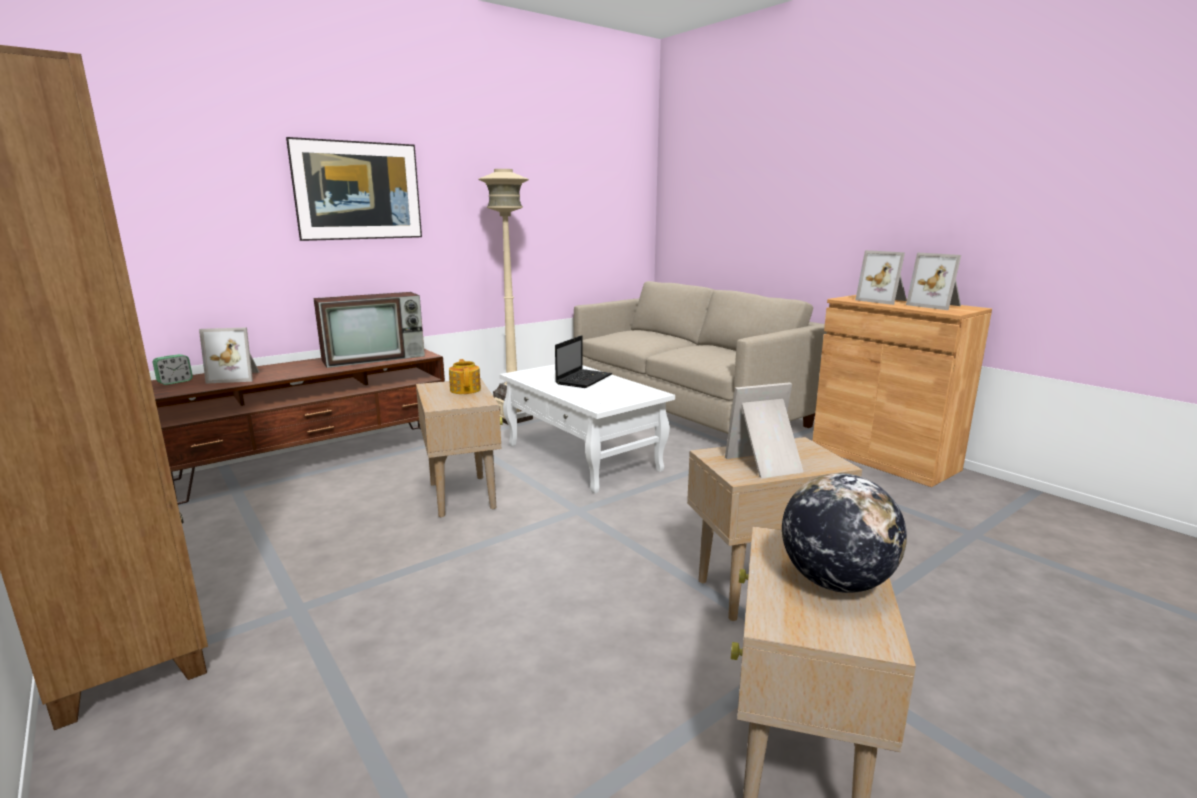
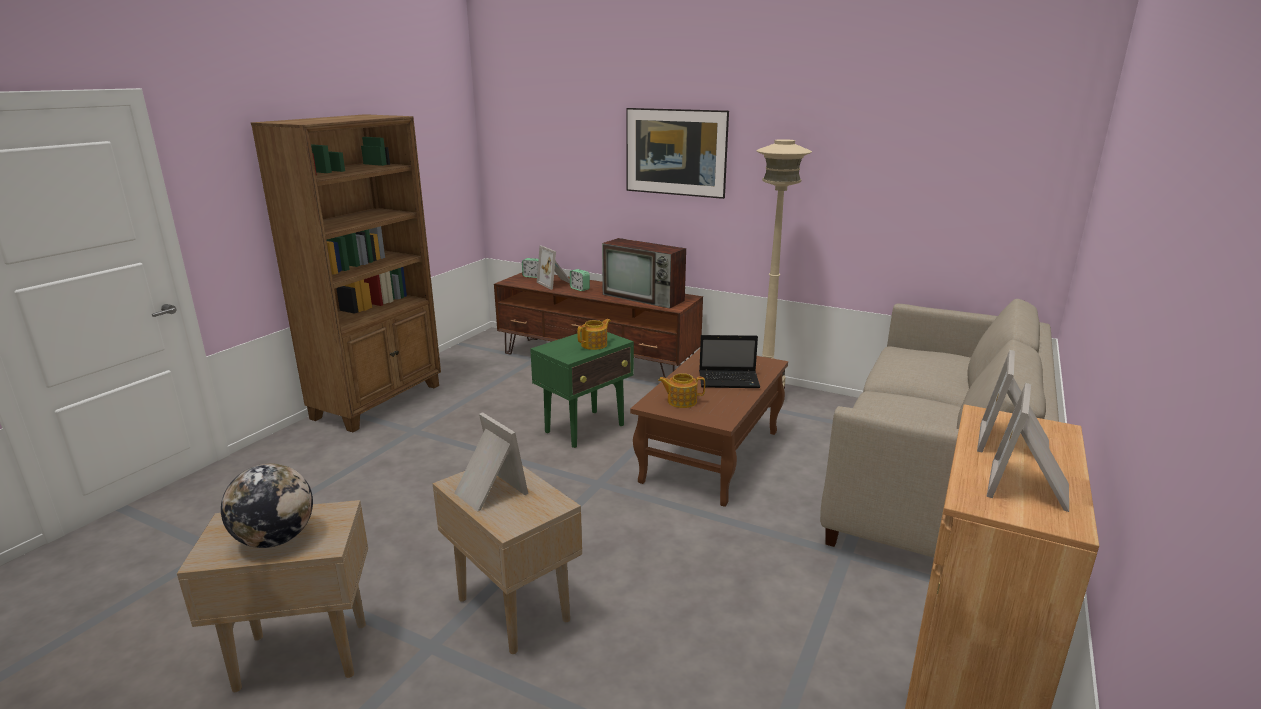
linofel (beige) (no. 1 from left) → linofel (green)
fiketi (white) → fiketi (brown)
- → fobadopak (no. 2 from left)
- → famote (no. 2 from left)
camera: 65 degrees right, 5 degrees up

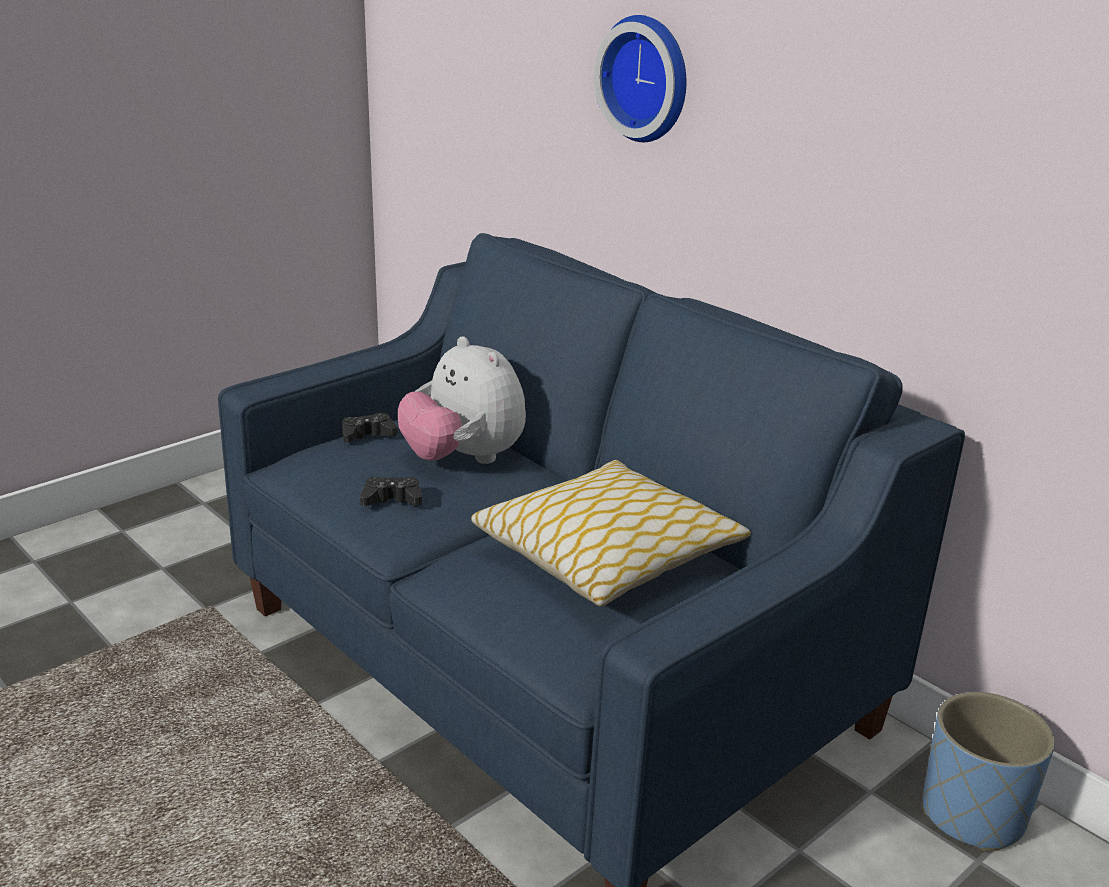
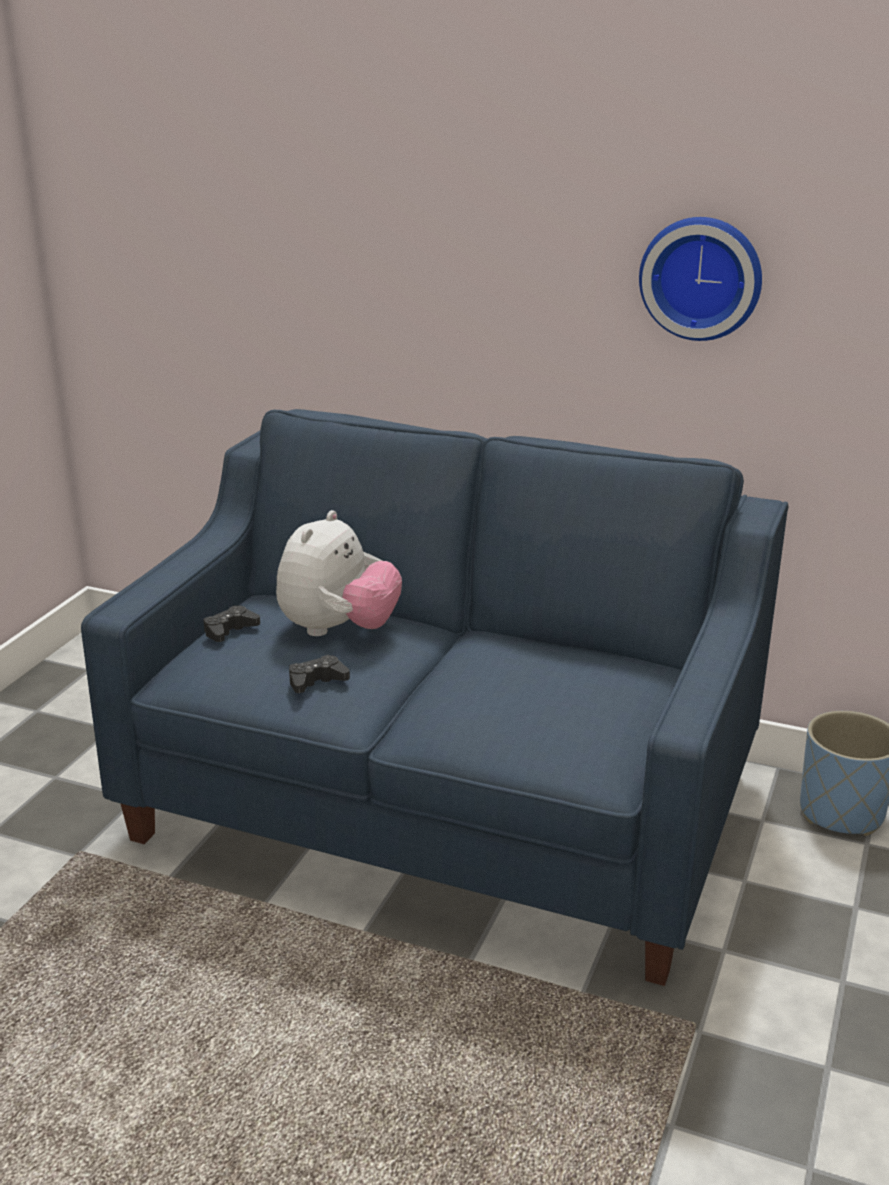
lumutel, 90 degrees counterclockwise
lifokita → -
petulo, shifted
camera: 25 degrees left, 0 degrees up

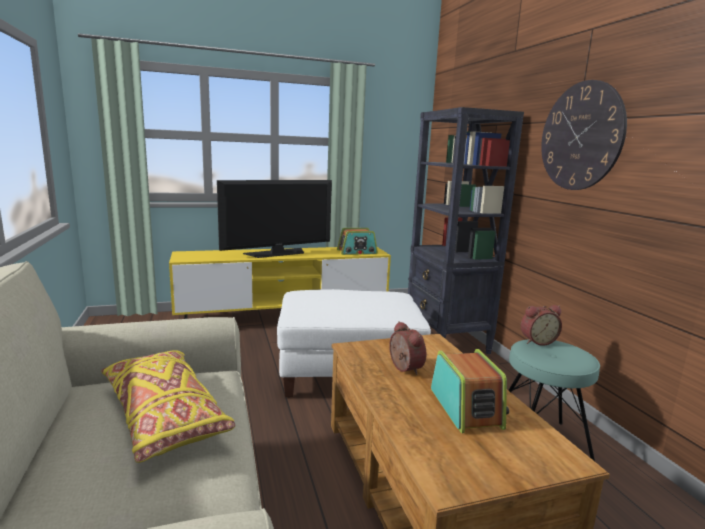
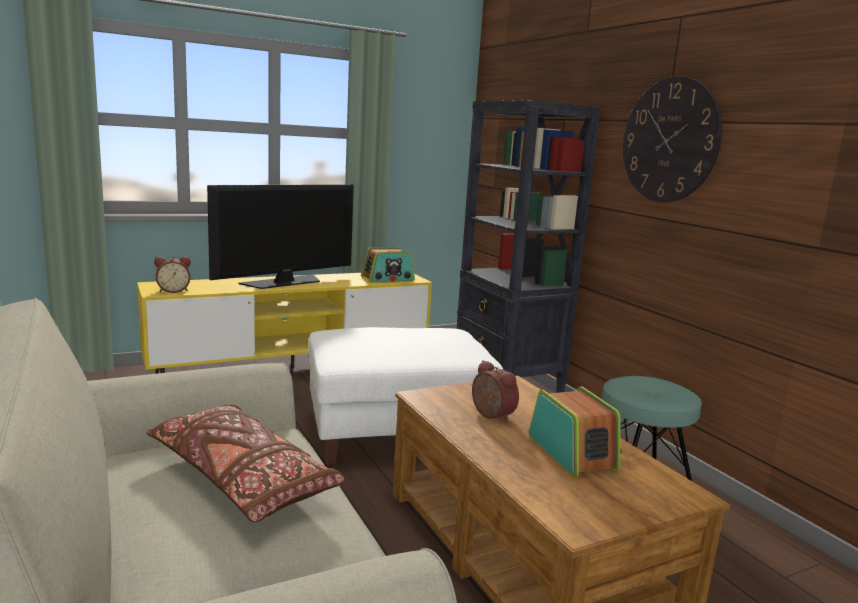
lifokita (yellow) → lifokita (brown)
fobadopak (no. 2 from left in the first image) → fobadopak (no. 1 from left), shifted
camera: 10 degrees left, 0 degrees up

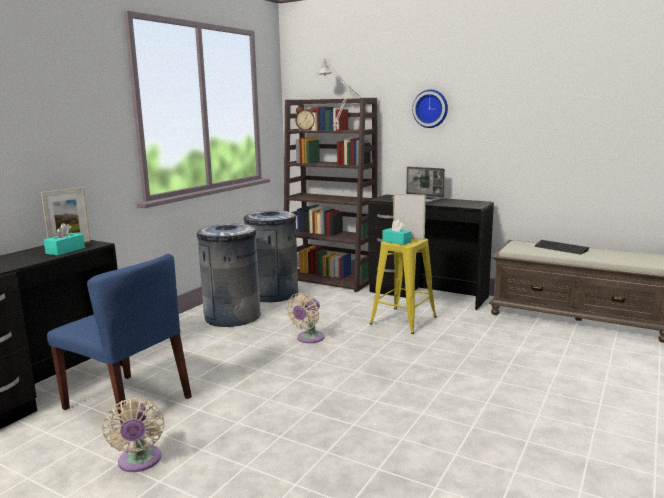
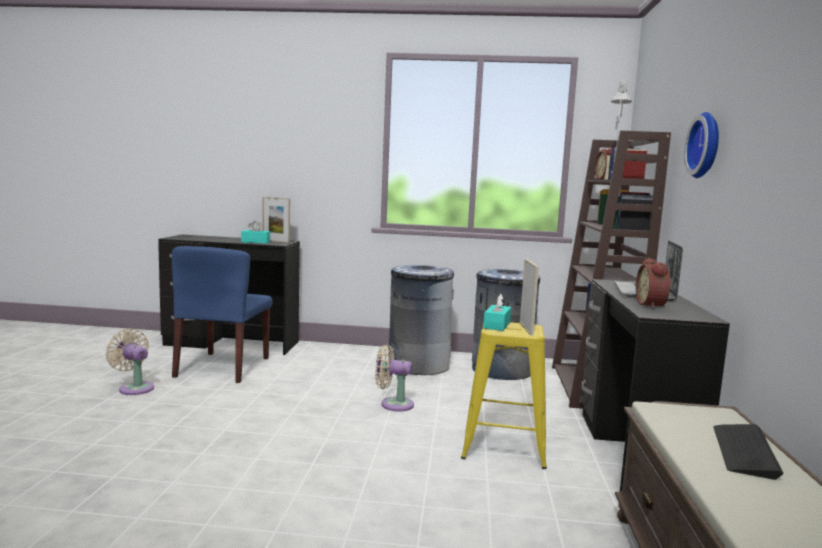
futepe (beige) (no. 1 from left), 75 degrees clockwise
- → fobadopak (no. 2 from left)
camera: 65 degrees right, 5 degrees down

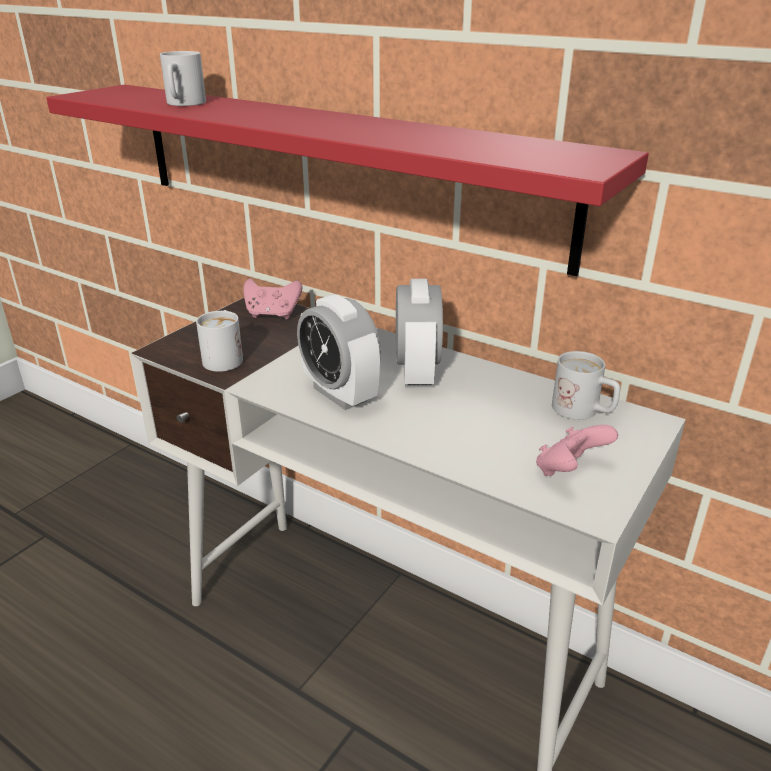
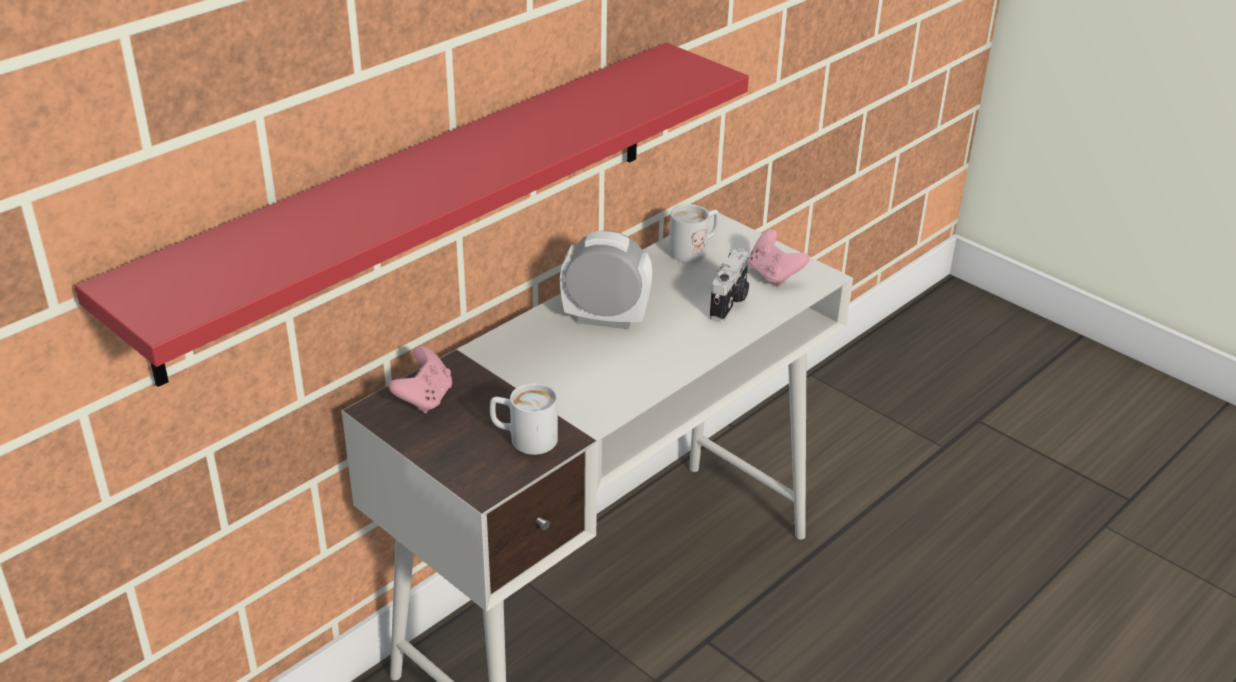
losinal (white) (no. 1 from left) → -
fobadopak (no. 1 from left) → -
- → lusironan
camera: 80 degrees left, 5 degrees up

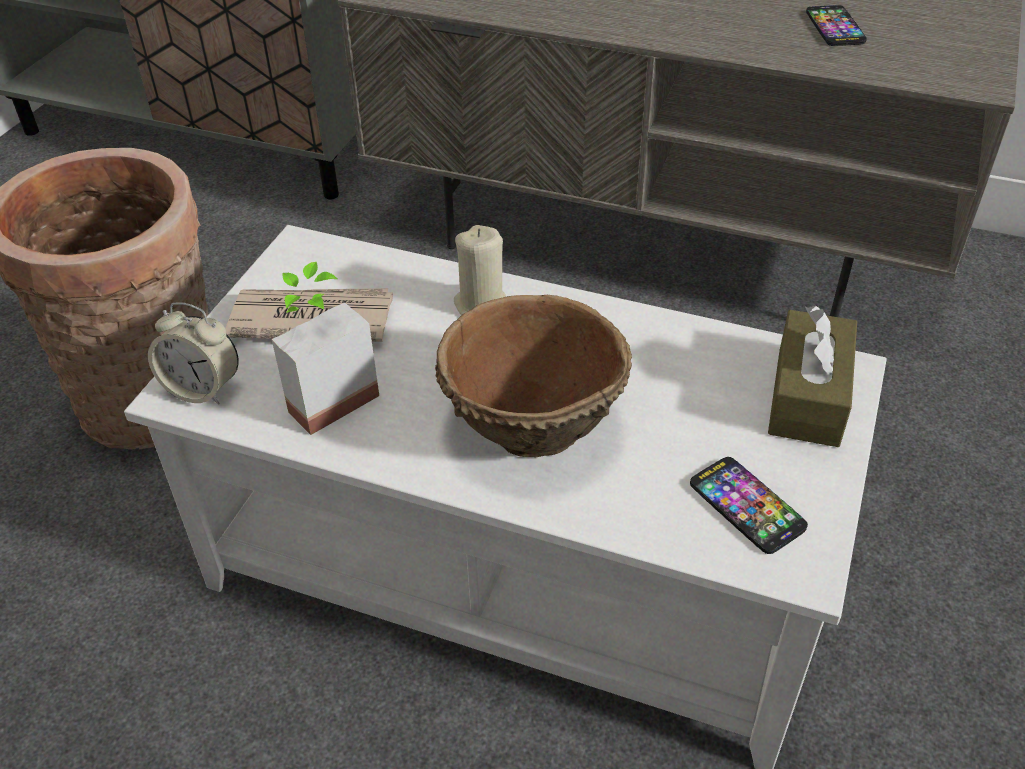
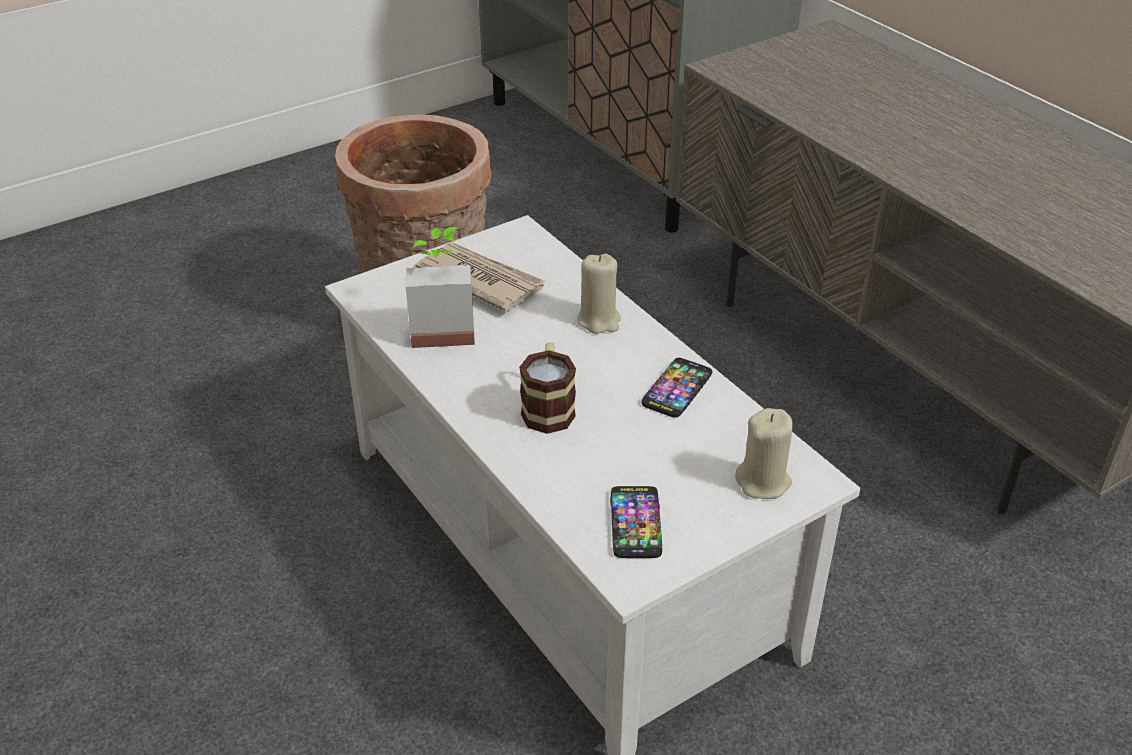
fobadopak → -
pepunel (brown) → losinal
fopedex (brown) → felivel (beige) (no. 2 from left)
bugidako (no. 2 from left), shifted
camera: 35 degrees right, 5 degrees down

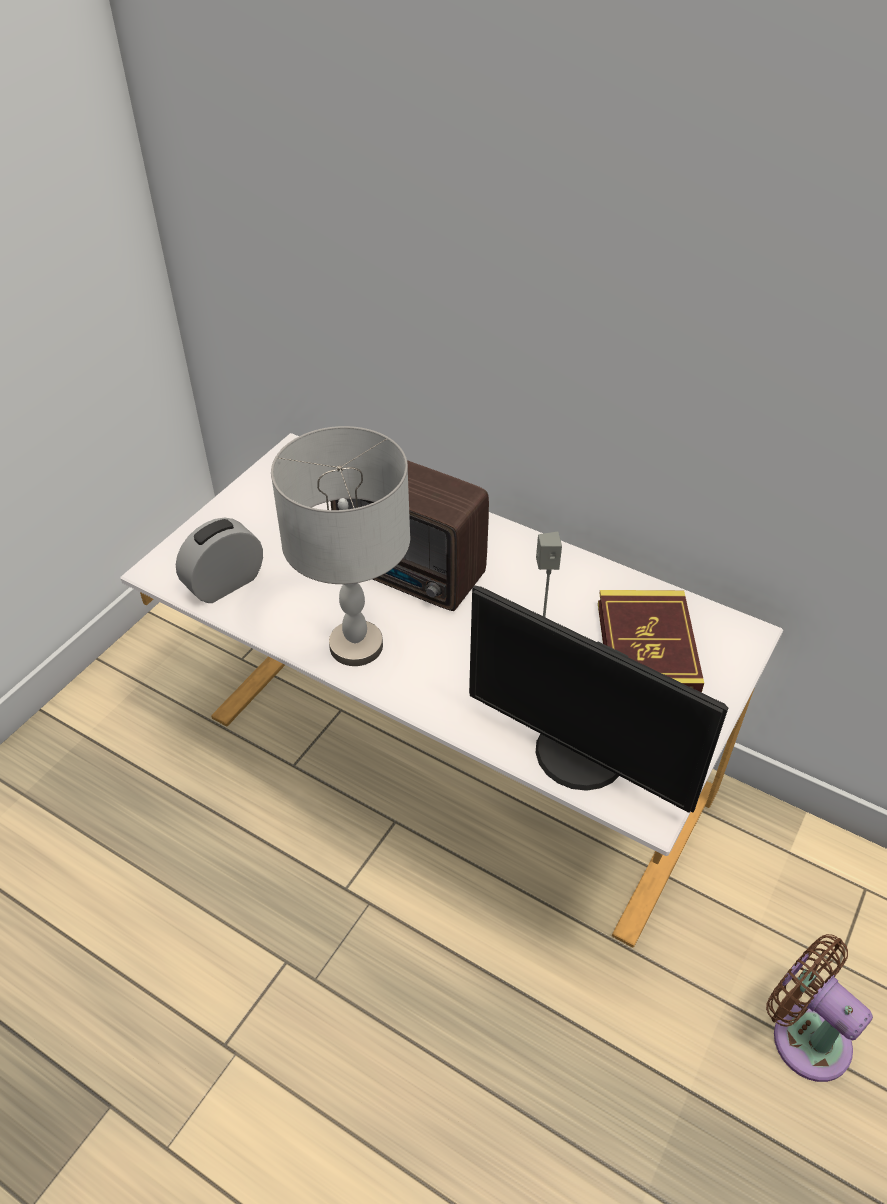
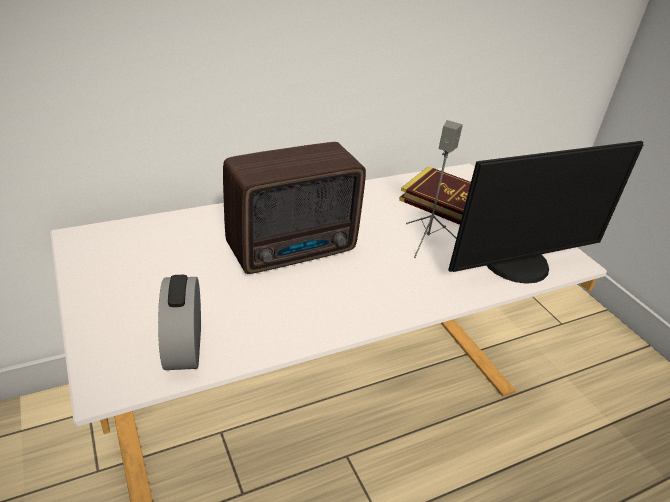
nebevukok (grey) → -
futepe (brown) → -
camera: 60 degrees left, 10 degrees down

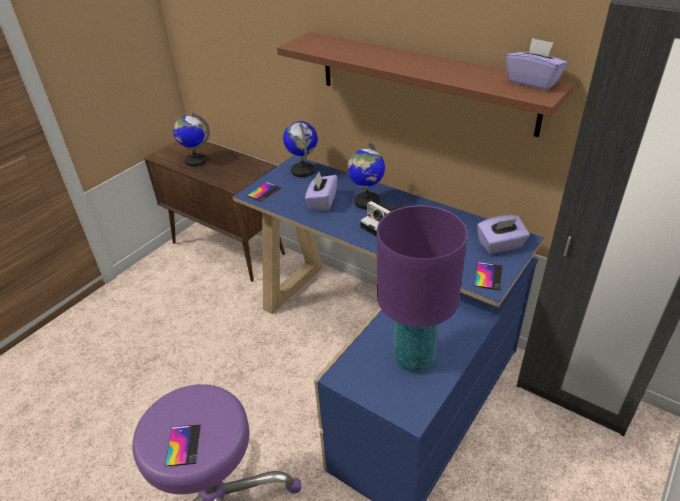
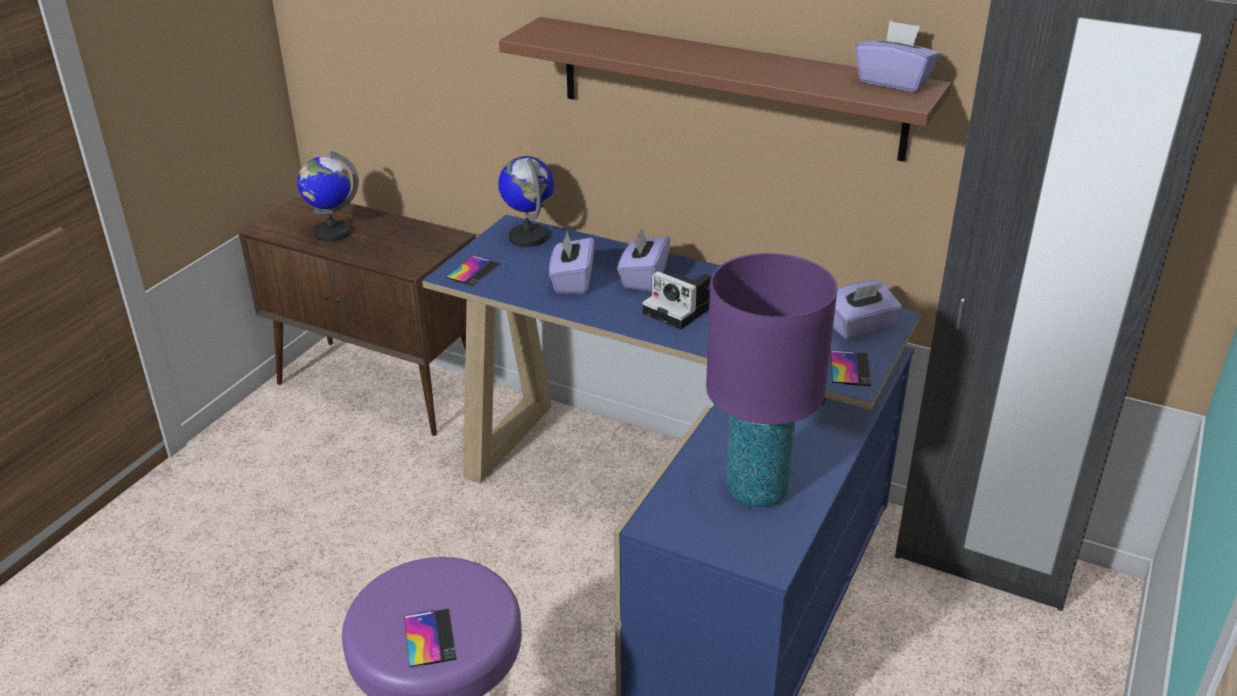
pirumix (no. 3 from left) → fopedex (purple) (no. 2 from left)
camera: 10 degrees left, 5 degrees down

